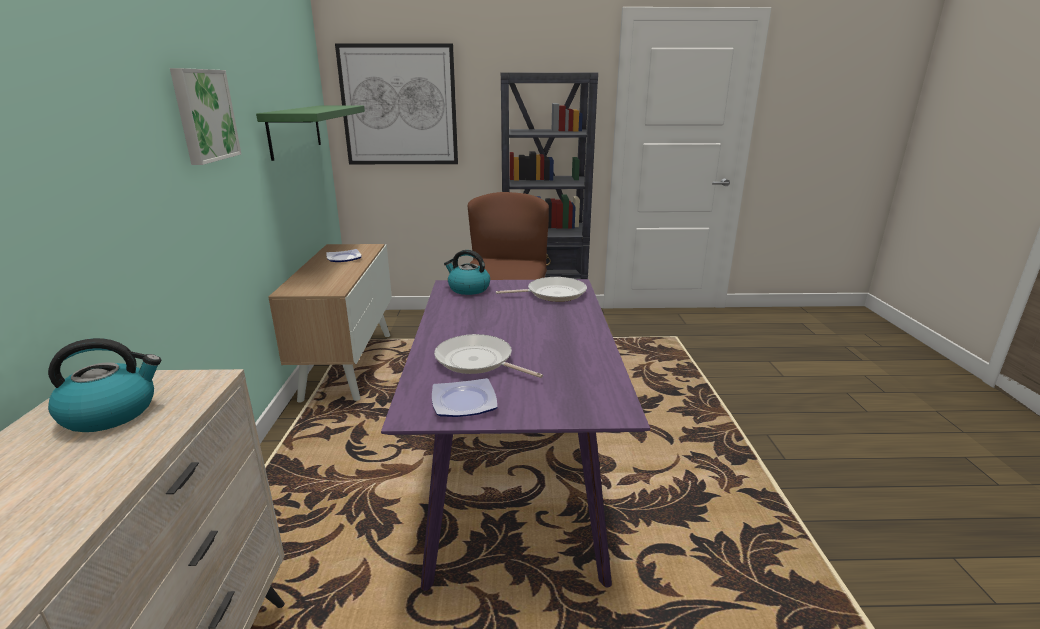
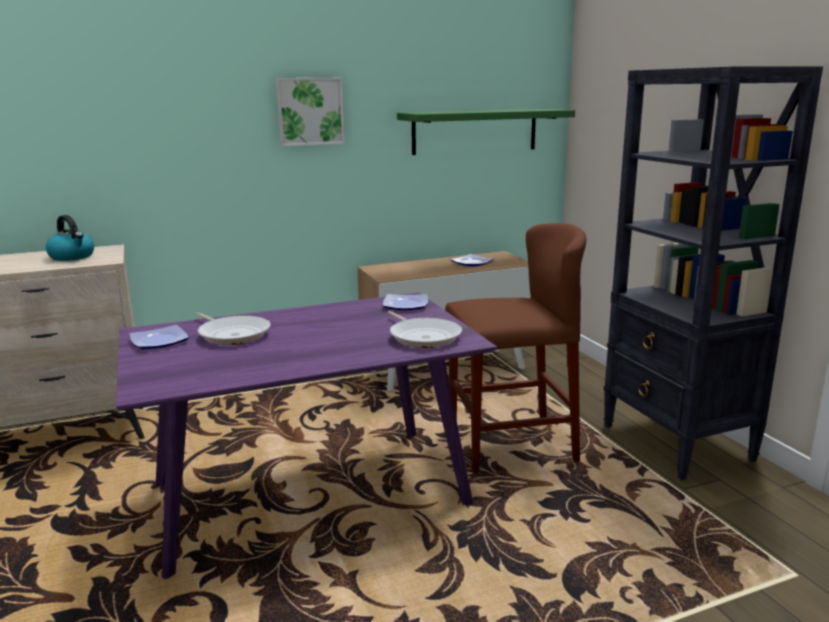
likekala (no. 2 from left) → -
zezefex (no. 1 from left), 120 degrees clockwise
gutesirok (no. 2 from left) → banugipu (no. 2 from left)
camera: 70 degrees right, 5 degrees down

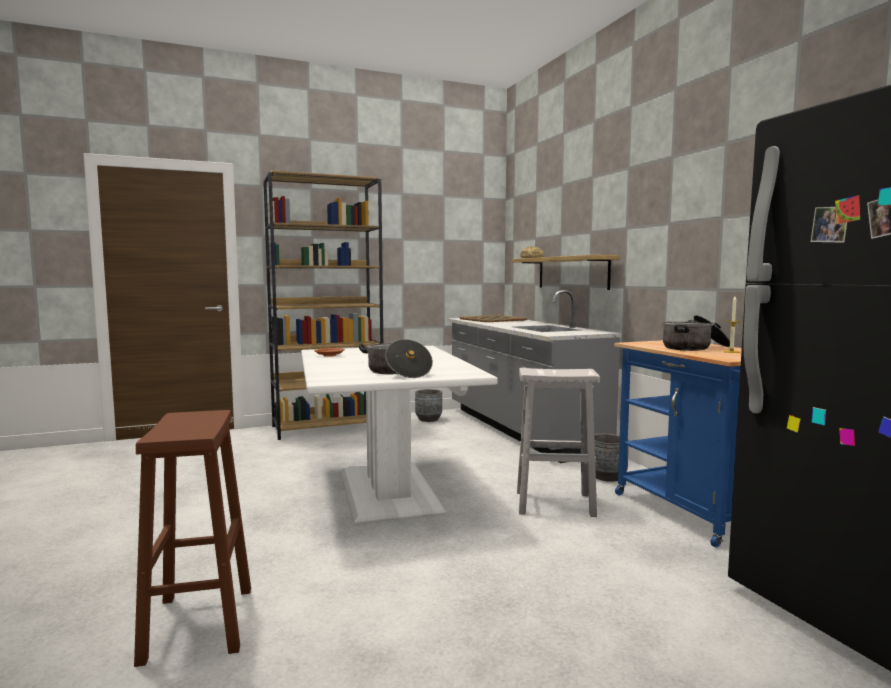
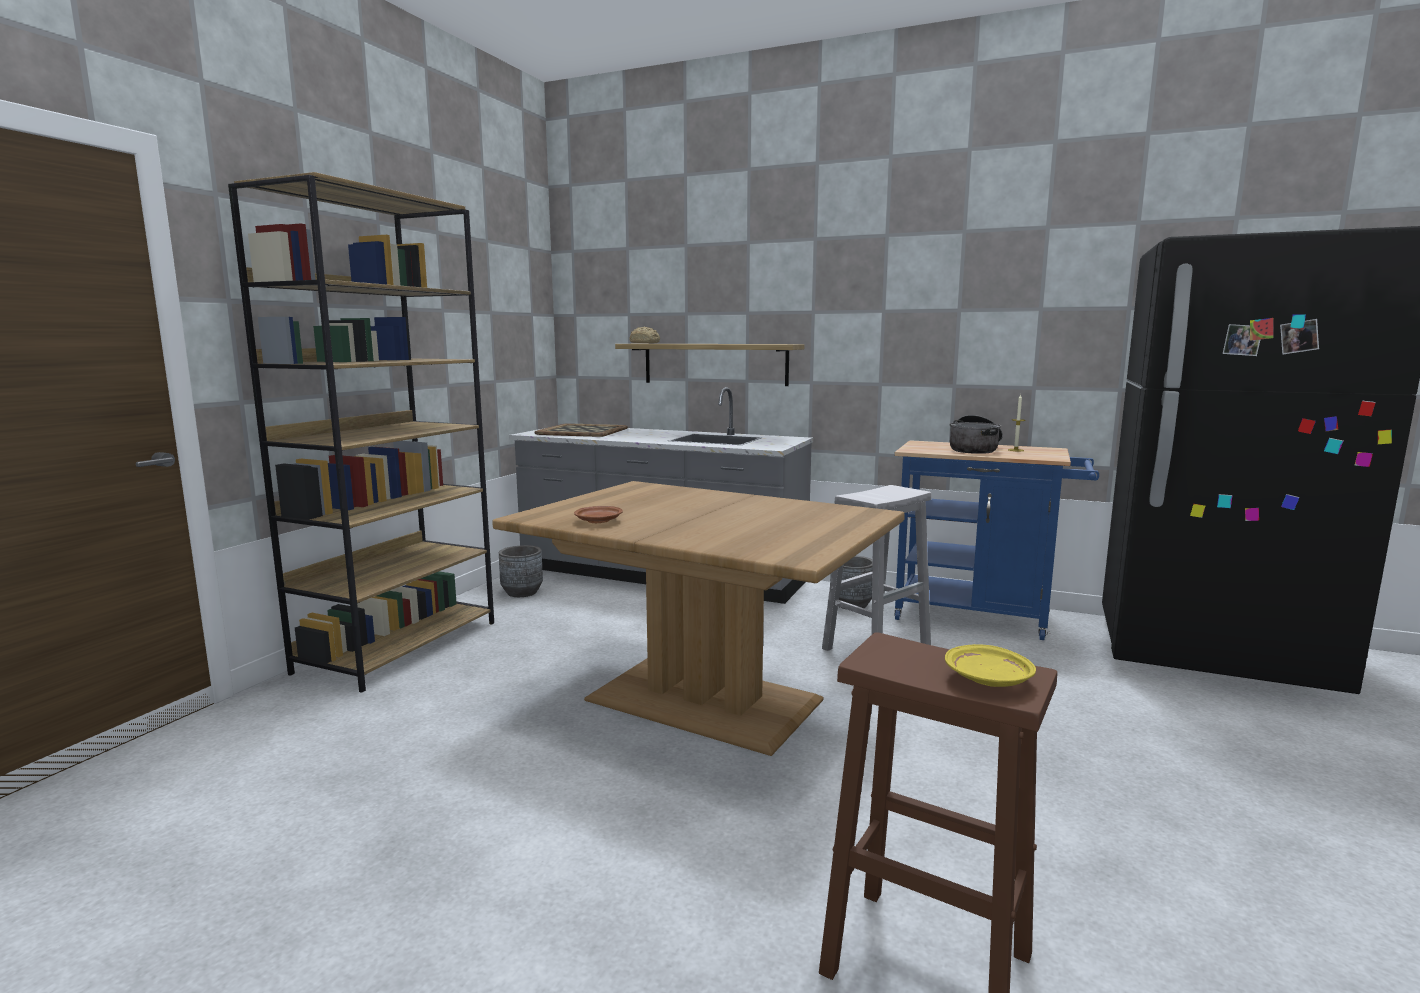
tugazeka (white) → tugazeka (brown)
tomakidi (no. 1 from left) → -
- → banugipu (yellow)
camera: 45 degrees left, 5 degrees up

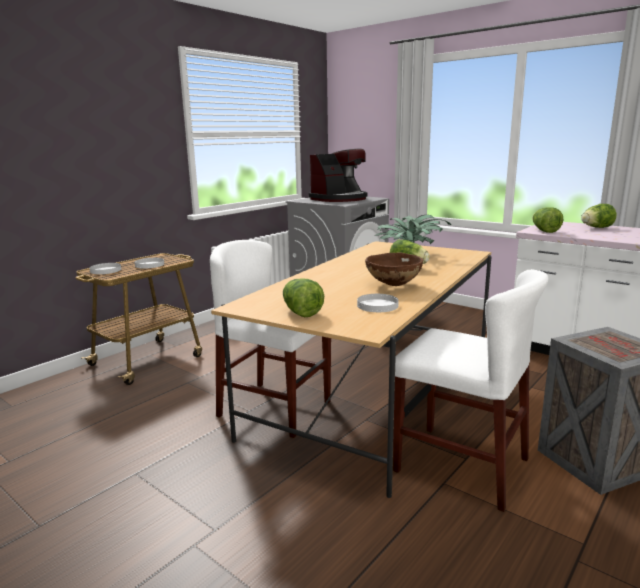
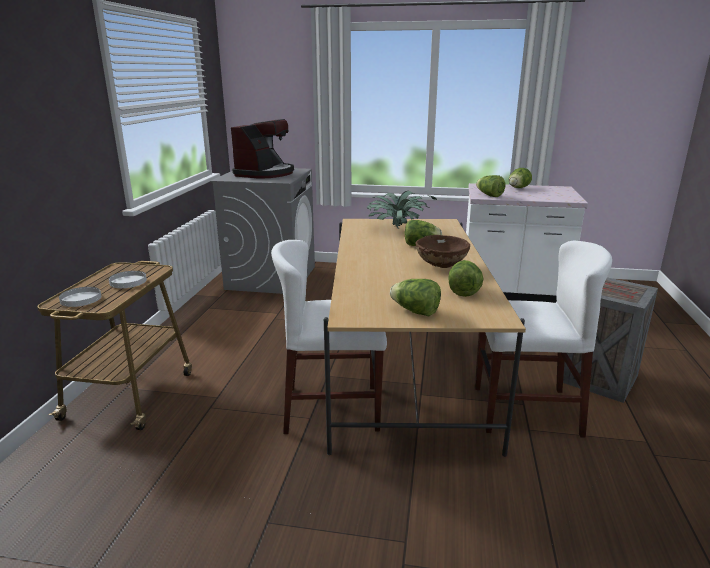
banugipu (white) (no. 3 from left) → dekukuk (no. 3 from left)
camera: 30 degrees left, 5 degrees up

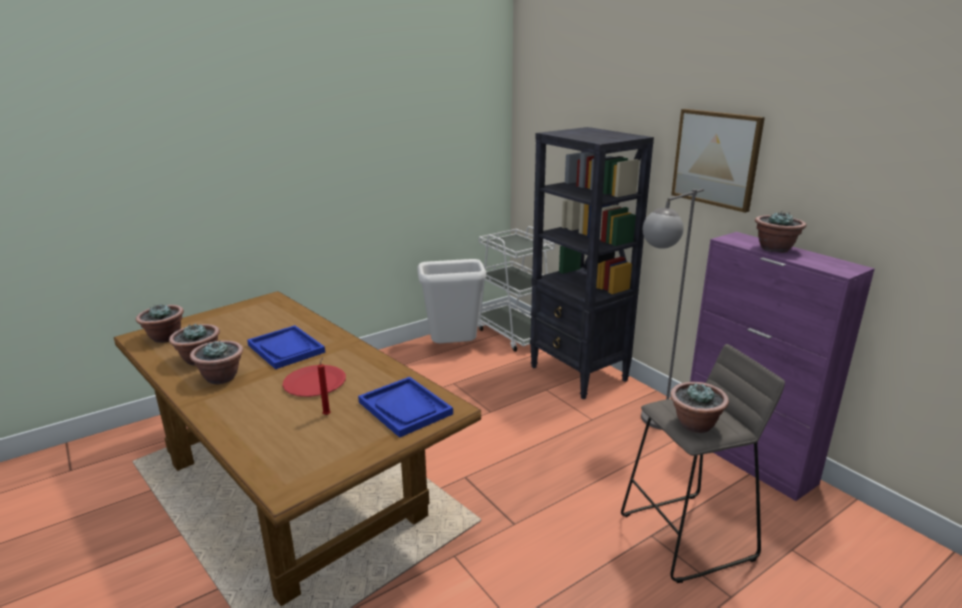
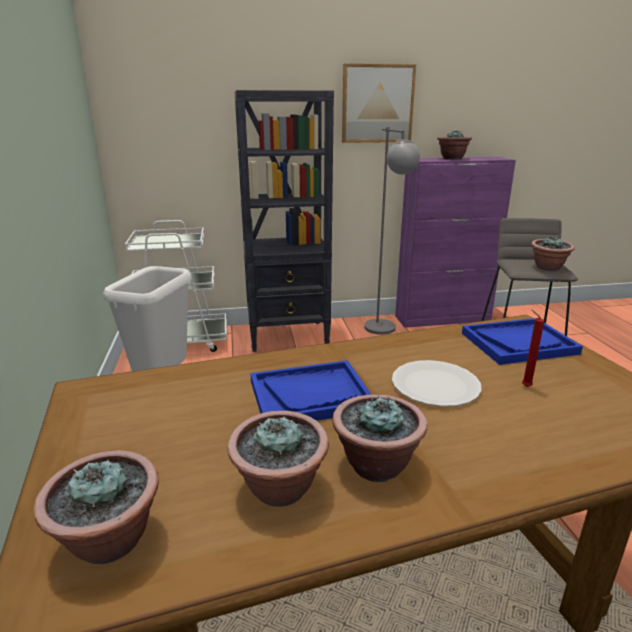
banugipu (red) → banugipu (white)
camera: 65 degrees left, 0 degrees up

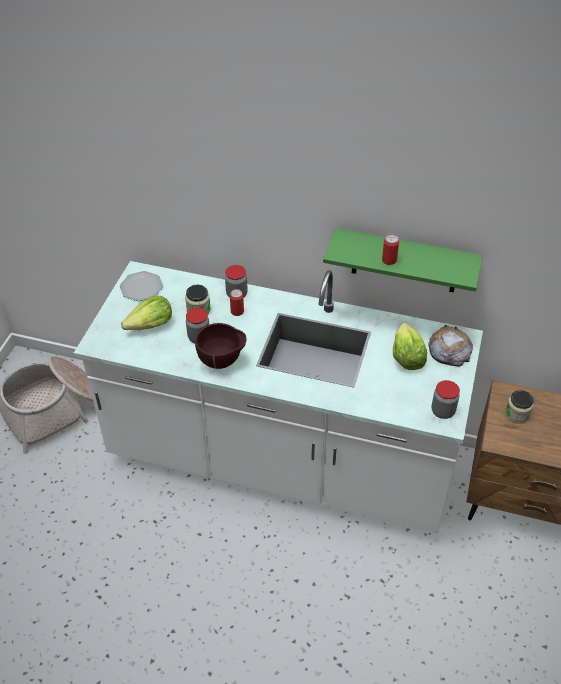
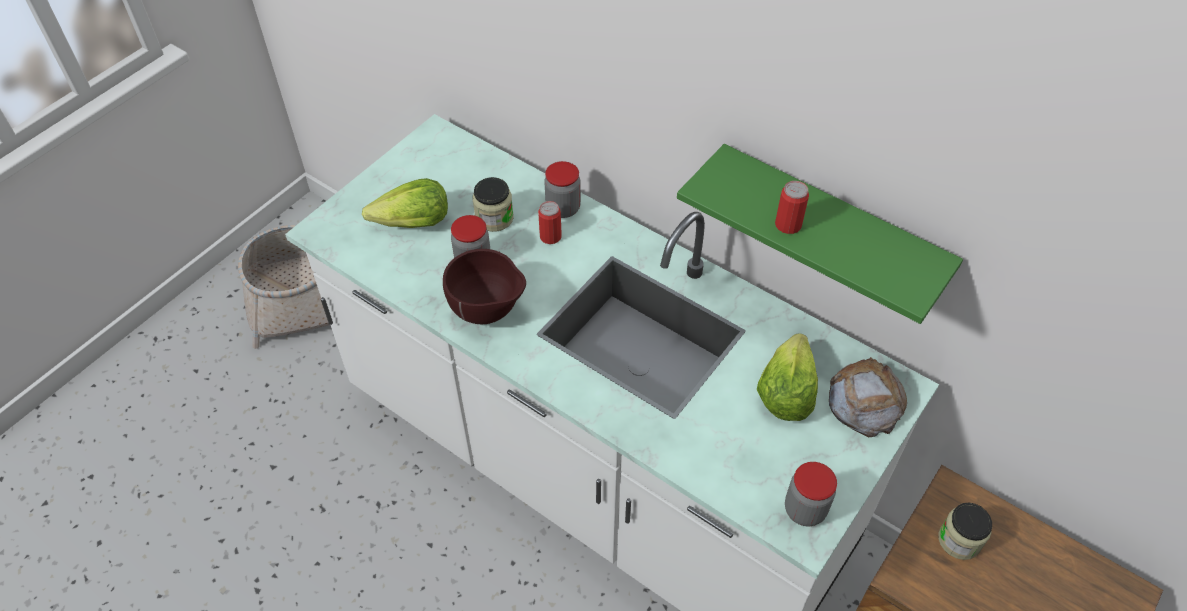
banugipu → -
camera: 20 degrees right, 5 degrees up

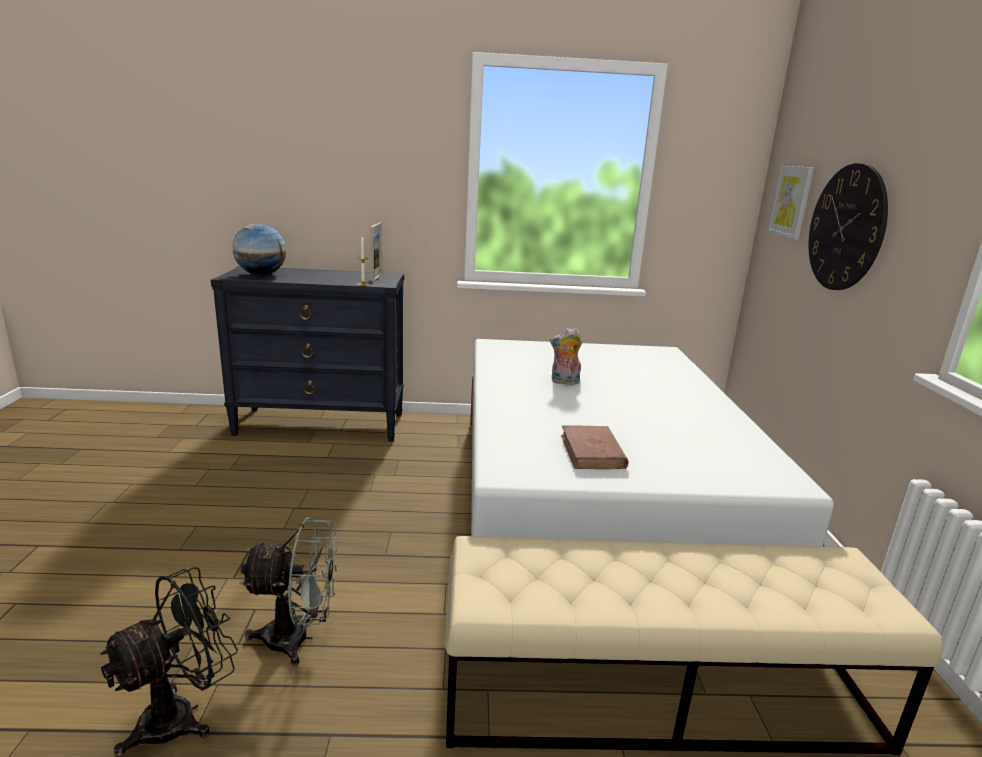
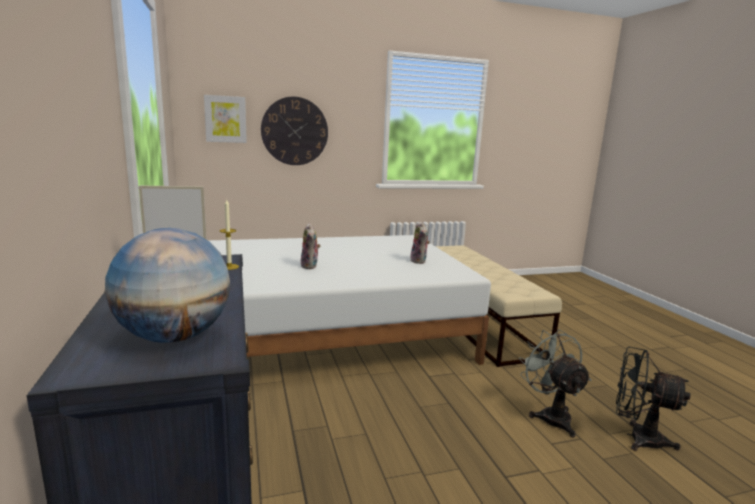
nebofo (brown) → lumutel (no. 2 from left)
camera: 105 degrees left, 5 degrees down

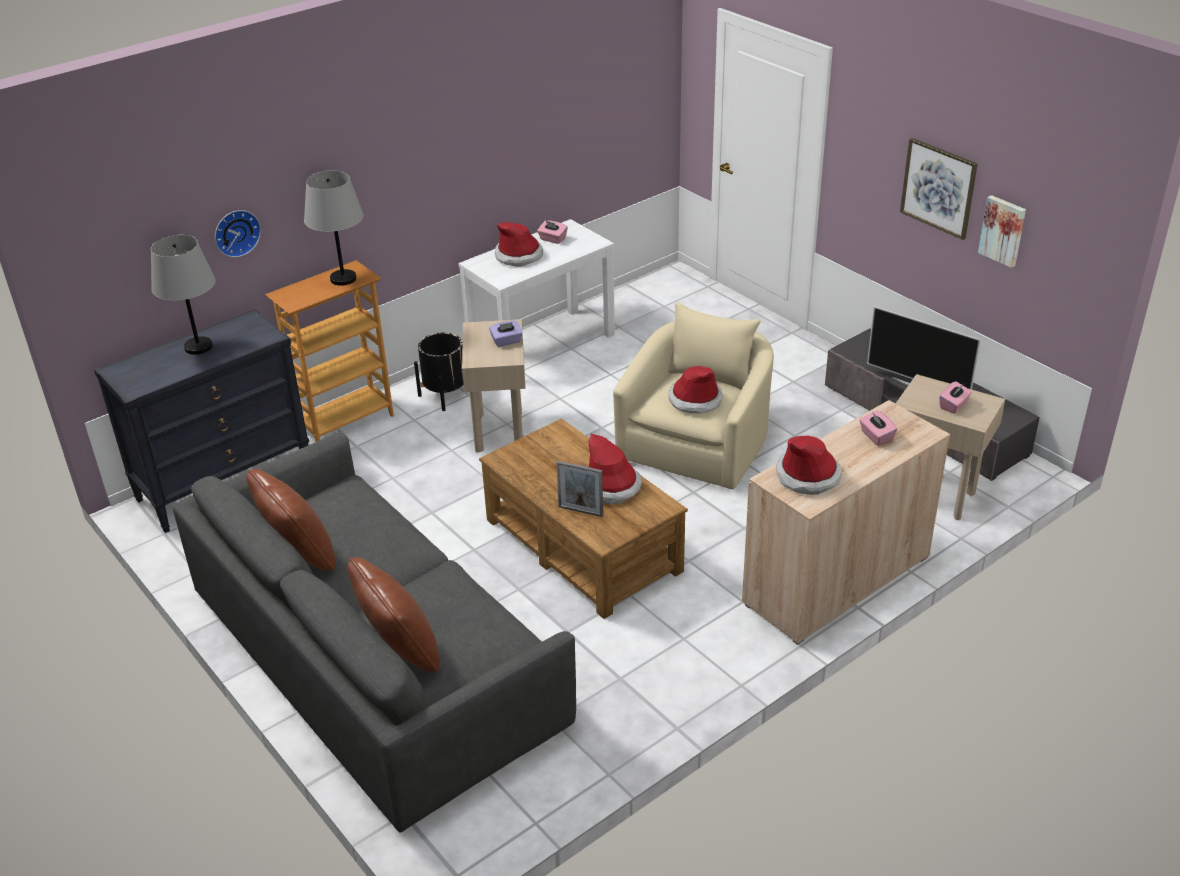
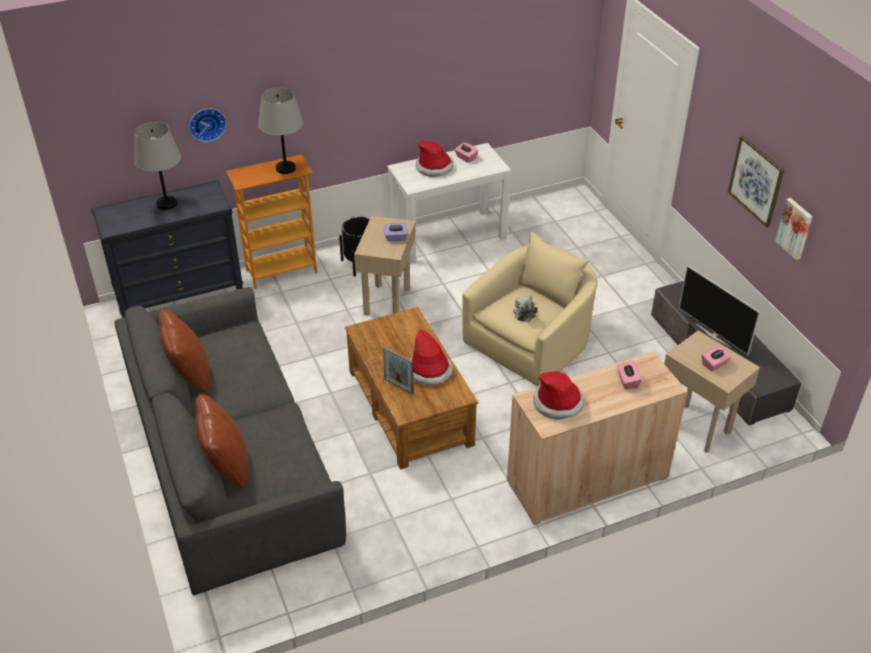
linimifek (no. 3 from left) → lumutel
camera: 15 degrees right, 5 degrees up

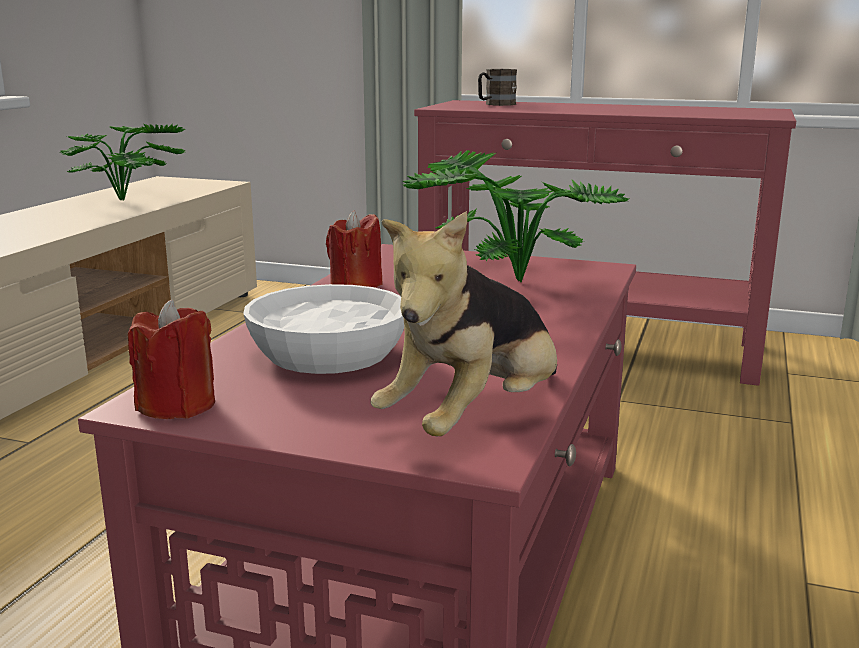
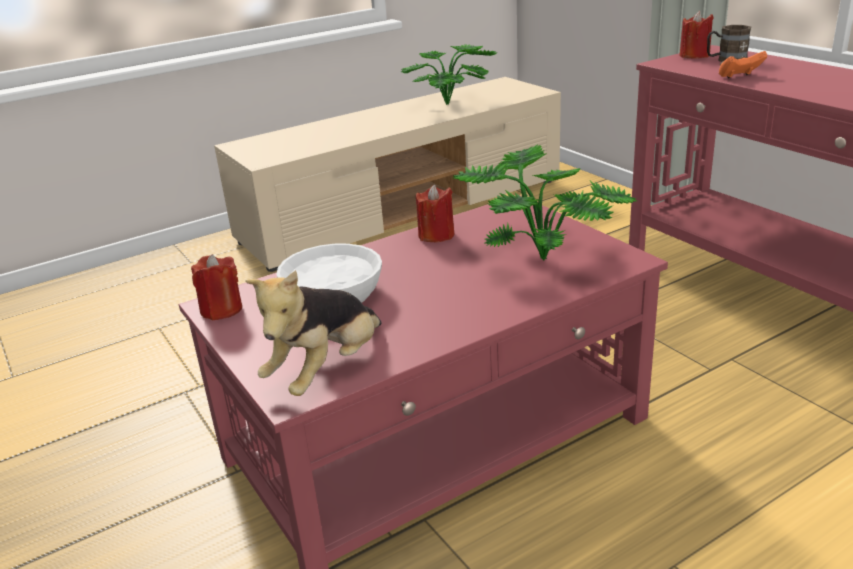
lumutel, 45 degrees counterclockwise
- → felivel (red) (no. 3 from left)
- → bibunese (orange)
camera: 40 degrees right, 10 degrees up

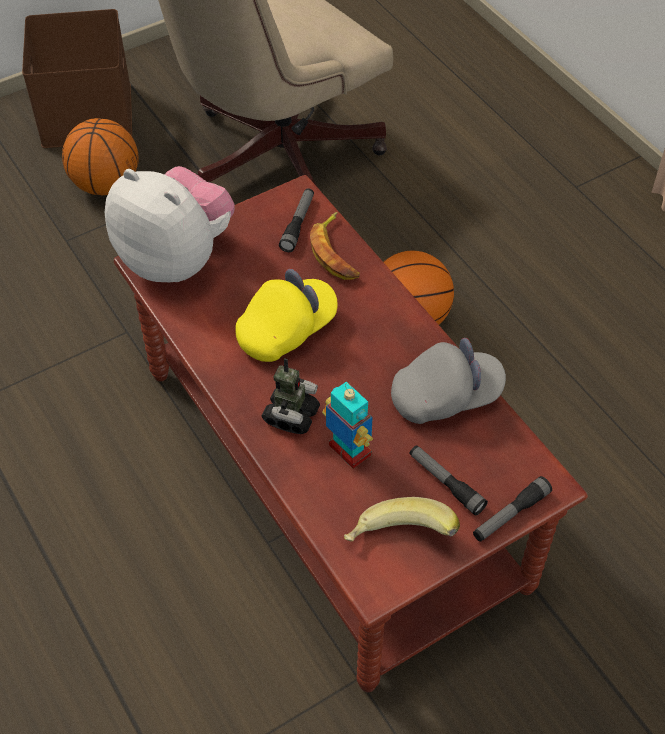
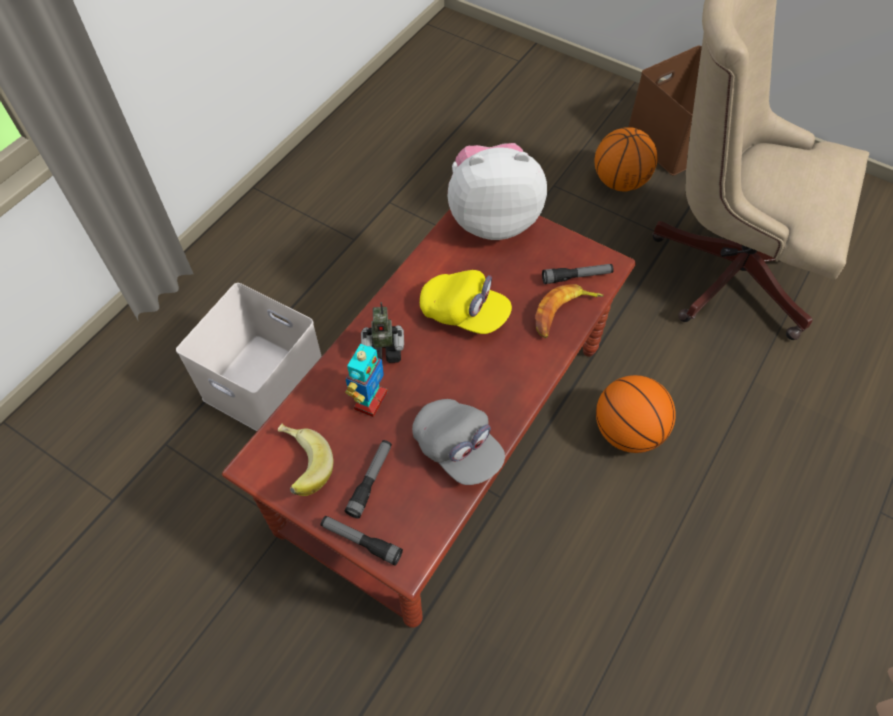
lumutel, 105 degrees counterclockwise
- → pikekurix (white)
camera: 65 degrees right, 5 degrees up

